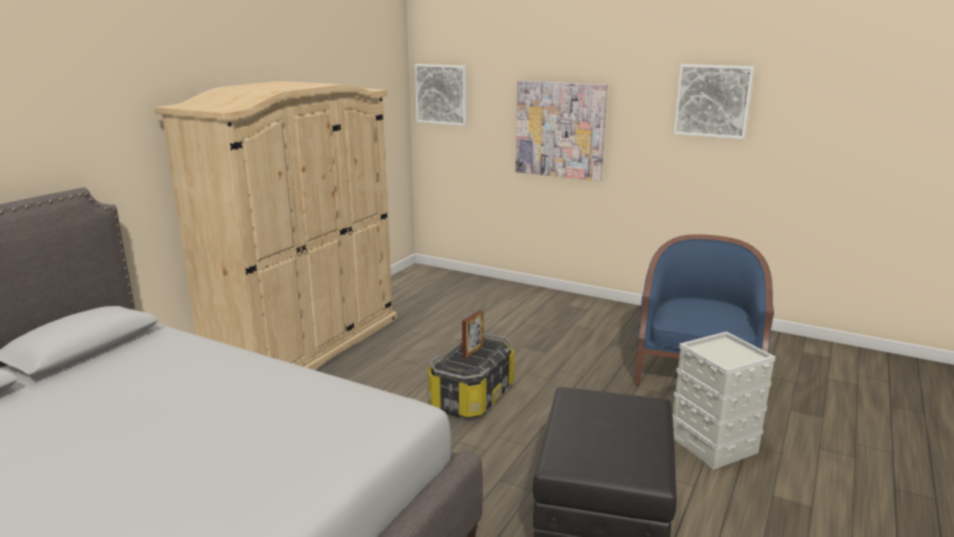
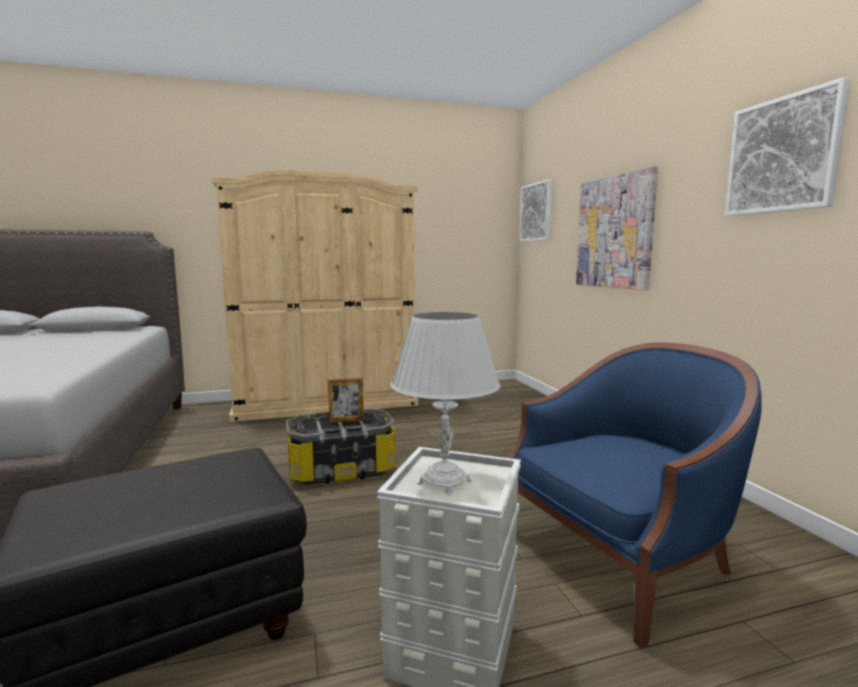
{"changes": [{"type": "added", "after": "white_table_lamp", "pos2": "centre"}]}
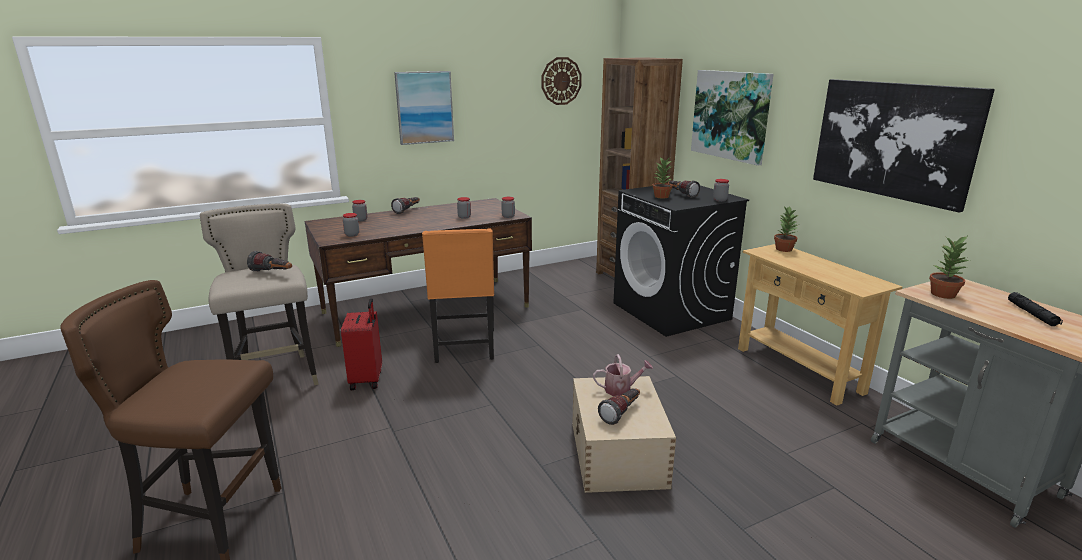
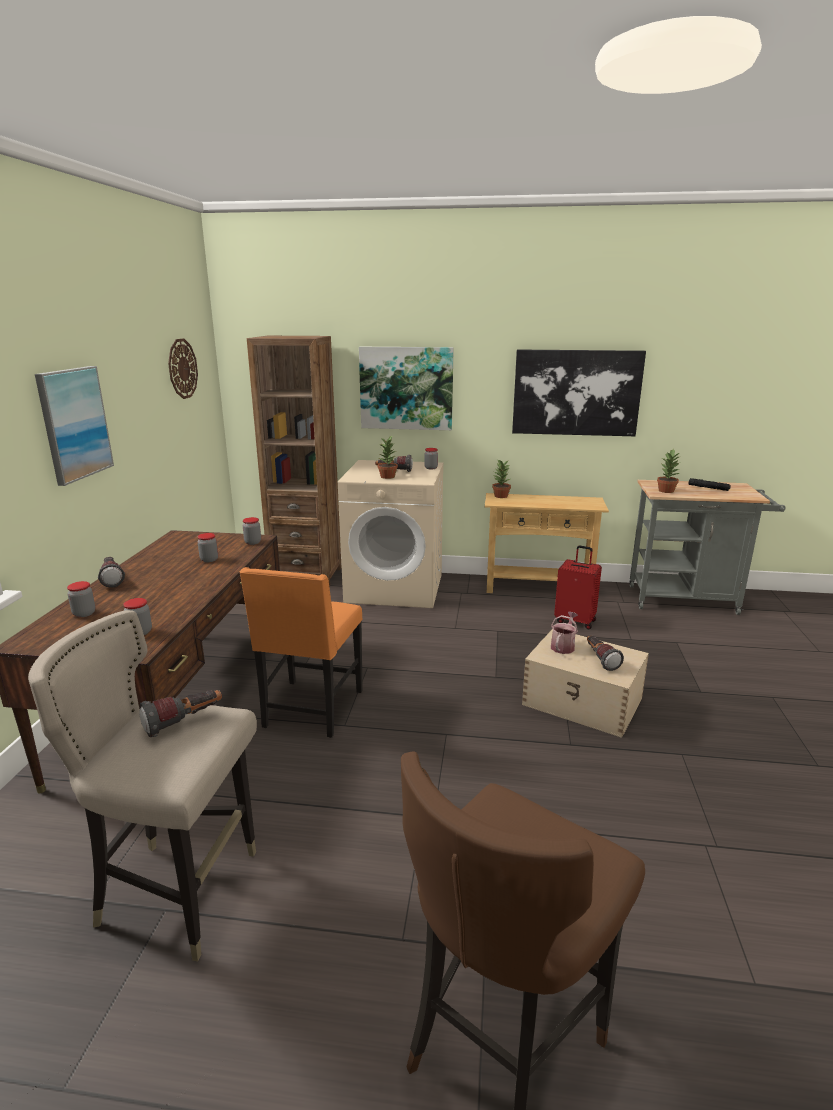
{"changes": [{"type": "moved", "before": "red_suitcase", "pos1": "centre", "pos2": "middle right"}, {"type": "turned", "before": "orange_chair", "pos1": "centre", "pos2": "centre", "turn": 75}, {"type": "recoloured", "before": "black_washing_machine", "after": "beige_washing_machine", "pos1": "centre", "pos2": "centre"}]}
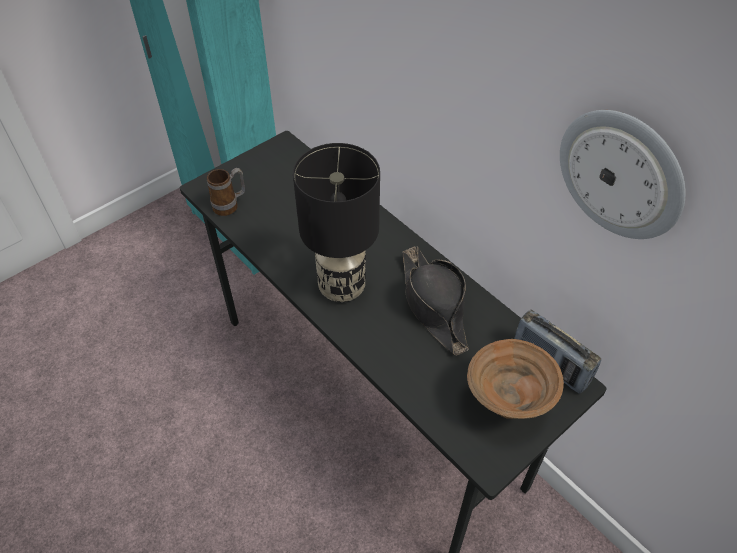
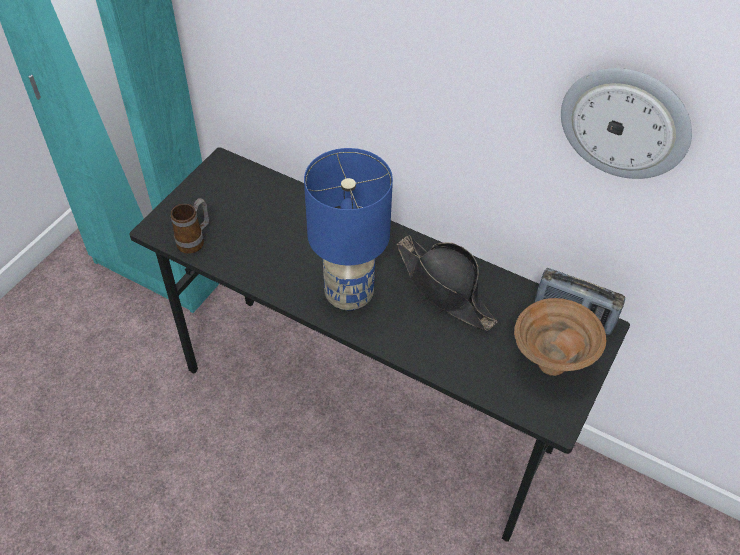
{"changes": [{"type": "recoloured", "before": "black_table_lamp", "after": "blue_table_lamp", "pos1": "centre", "pos2": "centre"}]}
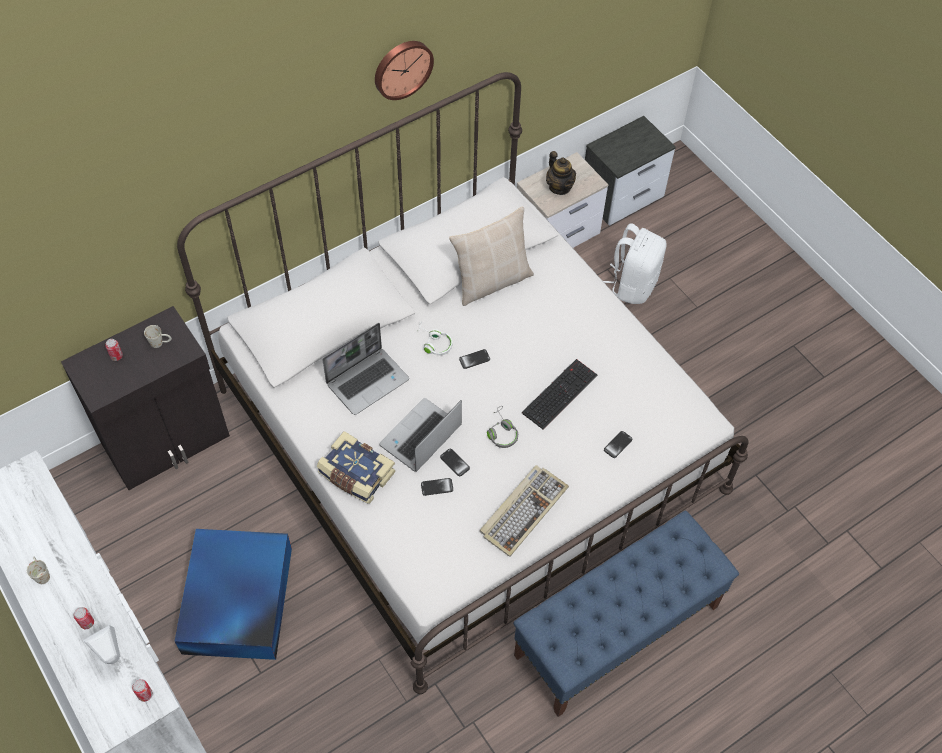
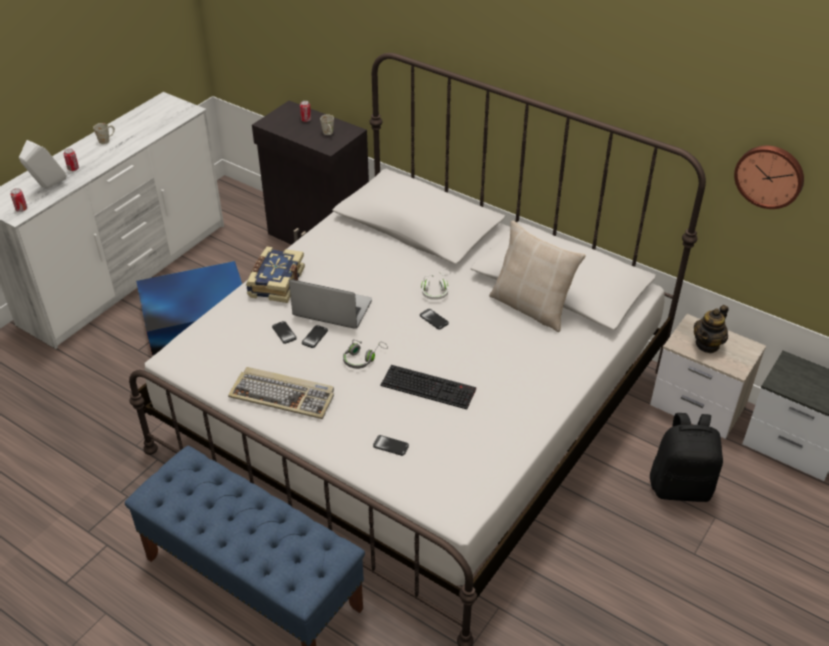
{"changes": [{"type": "removed", "before": "laptop (1st from left)", "pos1": "centre"}, {"type": "moved", "before": "wall_clock", "pos1": "top centre", "pos2": "top right"}, {"type": "recoloured", "before": "white_backpack", "after": "black_backpack", "pos1": "middle right", "pos2": "bottom right"}]}
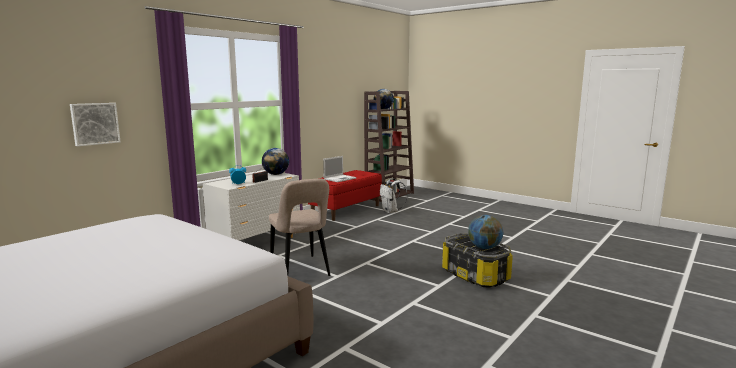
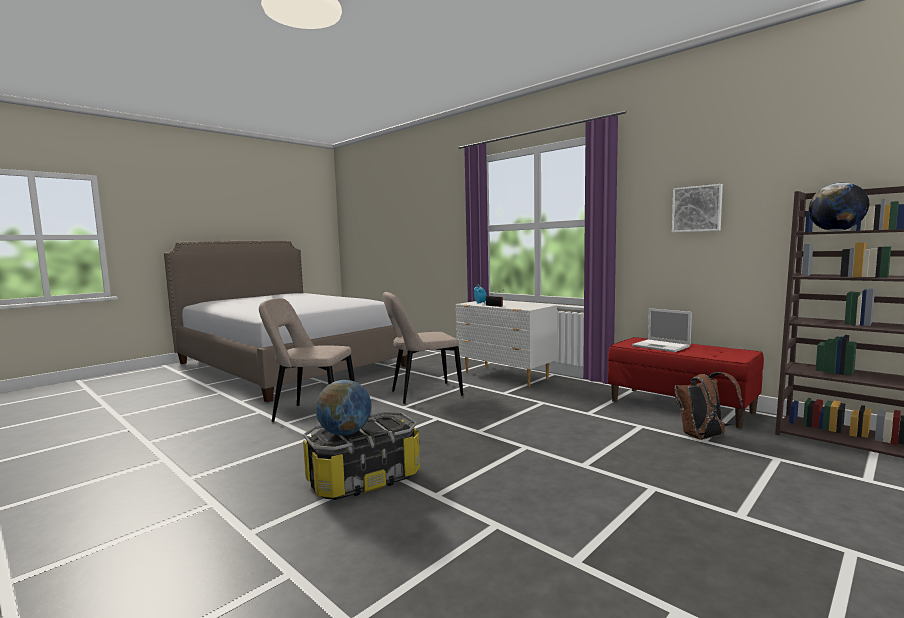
{"changes": [{"type": "moved", "before": "picture", "pos1": "middle left", "pos2": "middle right"}, {"type": "removed", "before": "globe (1st from left)", "pos1": "centre"}, {"type": "recoloured", "before": "white_backpack", "after": "brown_backpack", "pos1": "centre", "pos2": "middle right"}, {"type": "added", "after": "beige_chair (1st from left)", "pos2": "centre"}]}
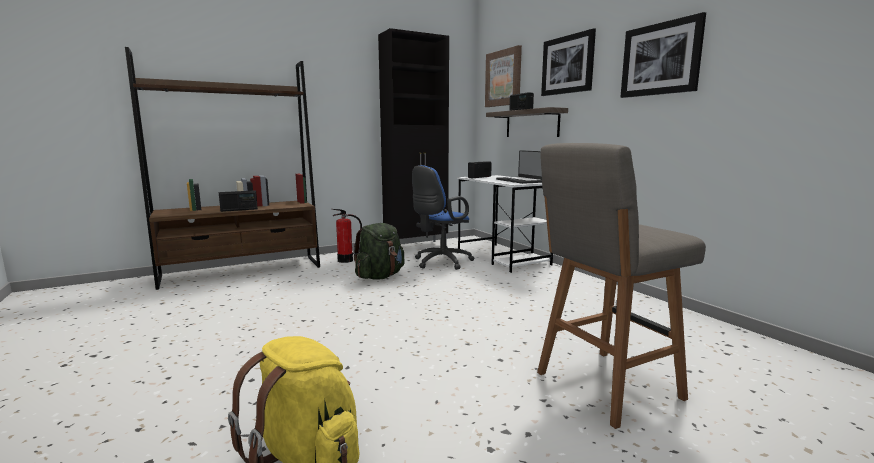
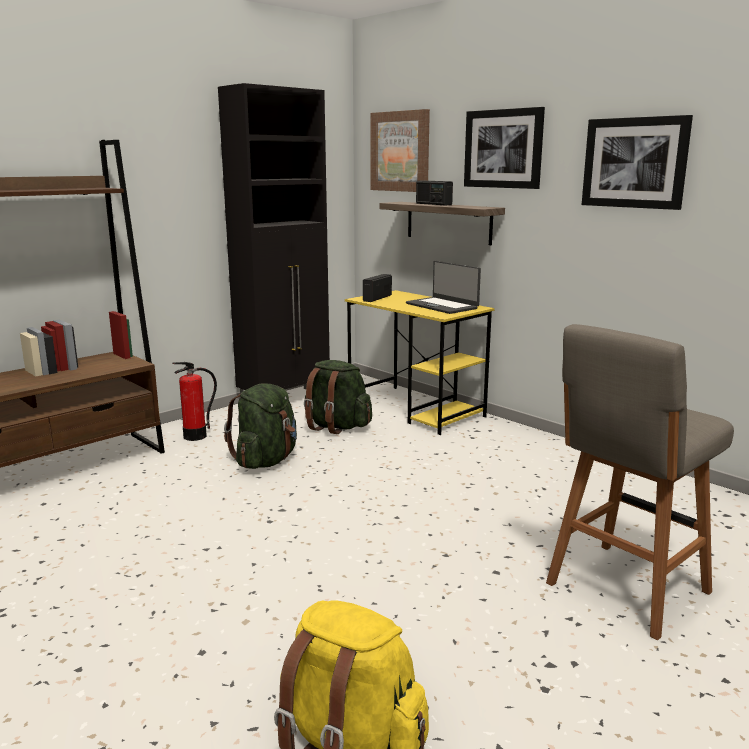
{"changes": [{"type": "removed", "before": "radio (1st from left)", "pos1": "middle left"}, {"type": "replaced", "before": "blue_office_chair", "after": "green_backpack (2nd from left)", "pos1": "centre", "pos2": "centre"}, {"type": "recoloured", "before": "white_desk", "after": "yellow_desk", "pos1": "centre", "pos2": "centre"}]}
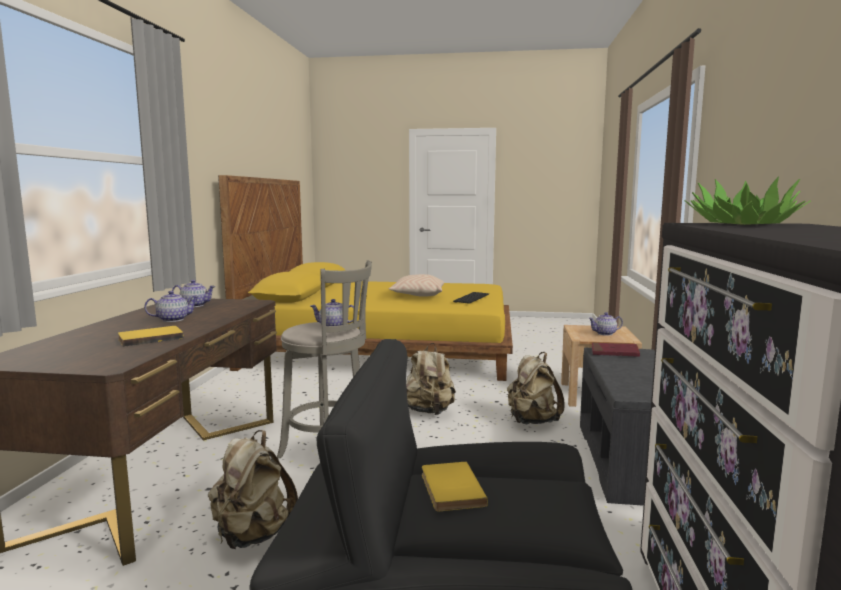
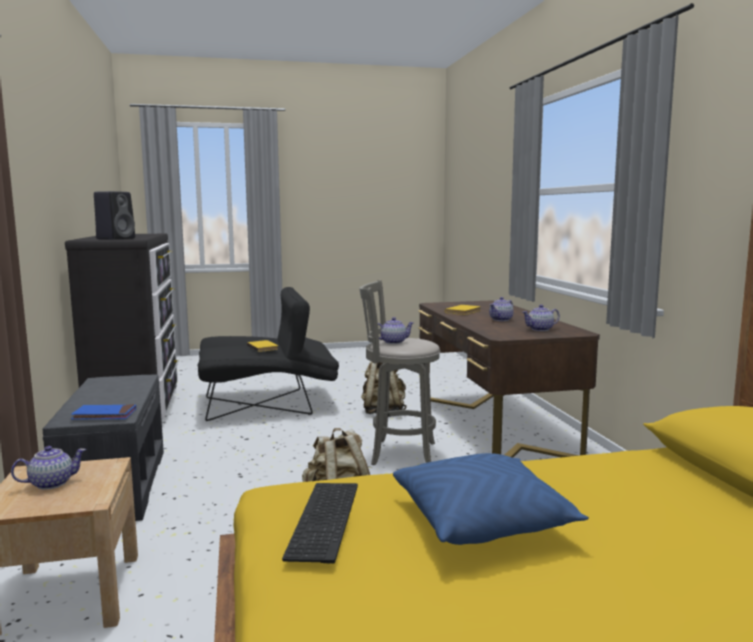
{"changes": [{"type": "recoloured", "before": "beige_pillow", "after": "blue_pillow", "pos1": "centre", "pos2": "bottom centre"}, {"type": "removed", "before": "beige_backpack (3rd from left)", "pos1": "centre"}, {"type": "recoloured", "before": "red_book", "after": "blue_book", "pos1": "middle right", "pos2": "middle left"}, {"type": "replaced", "before": "potted_plant", "after": "black_speaker", "pos1": "middle right", "pos2": "middle left"}]}
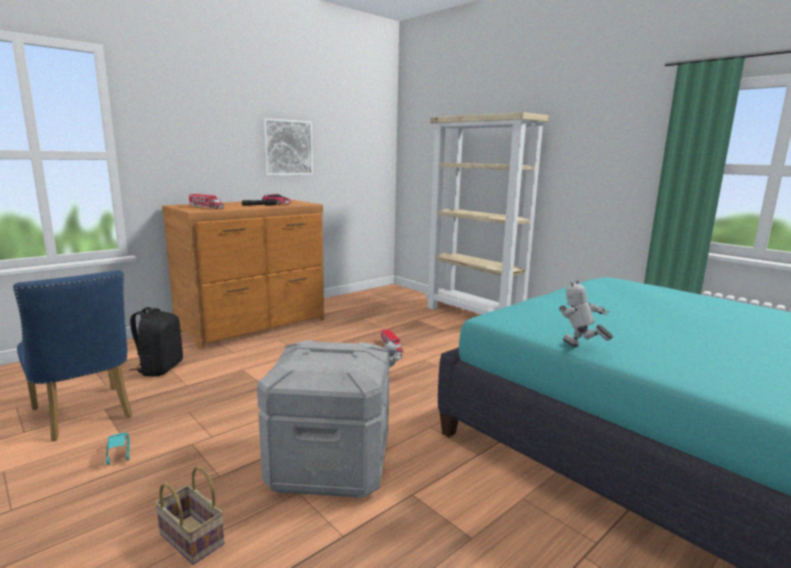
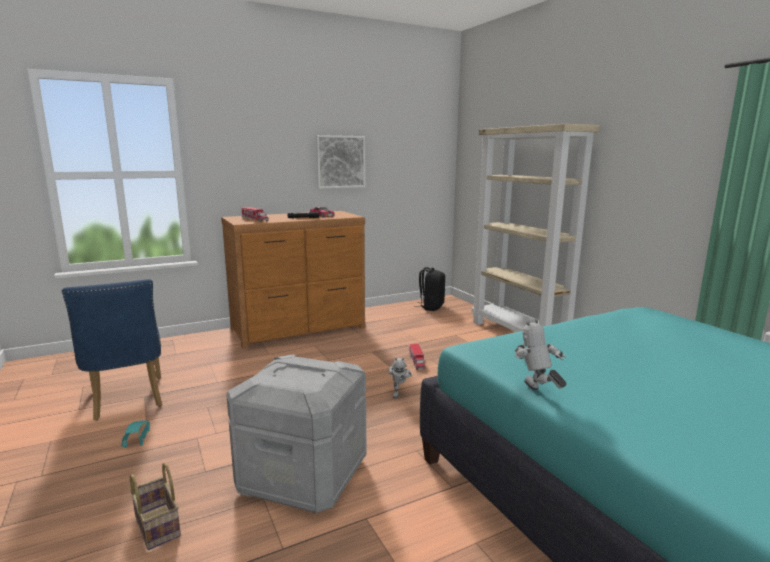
{"changes": [{"type": "moved", "before": "black_backpack", "pos1": "middle left", "pos2": "centre"}]}
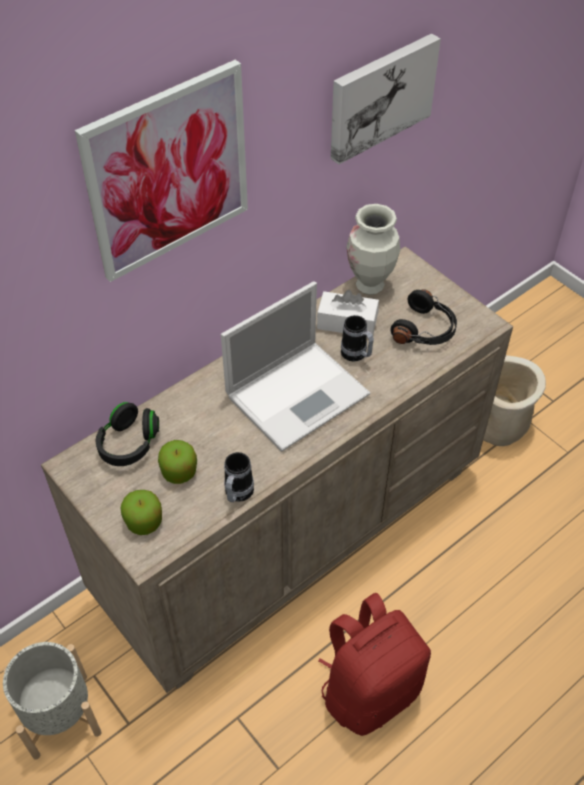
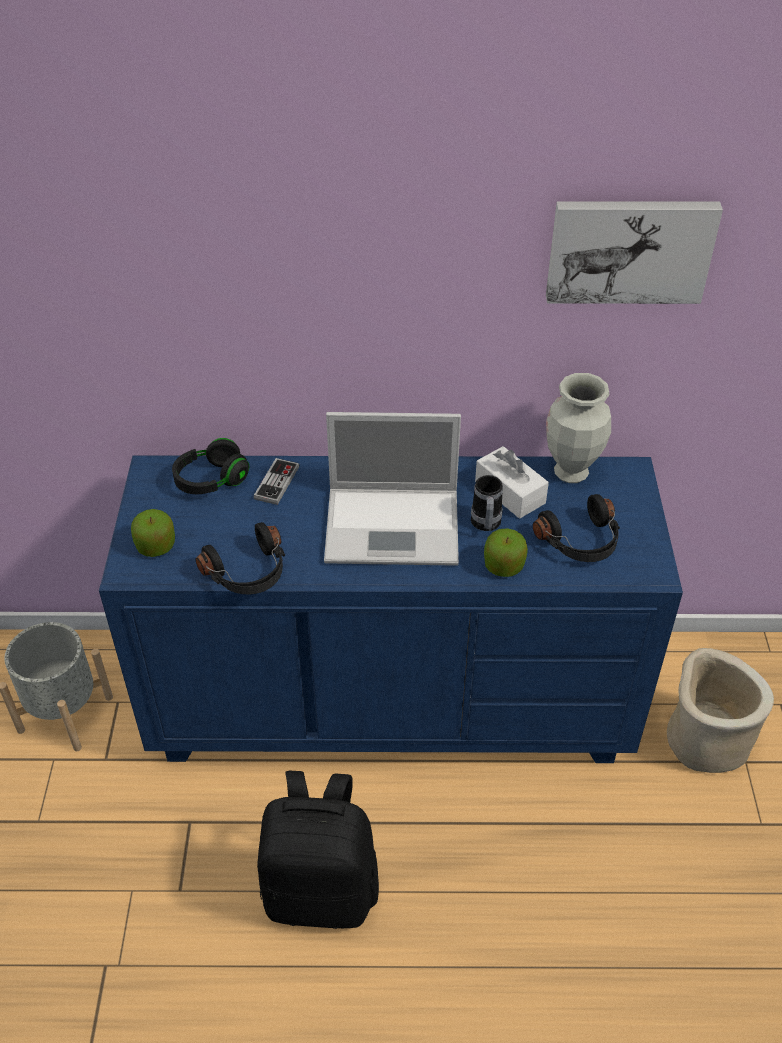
{"changes": [{"type": "recoloured", "before": "beige_dresser", "after": "blue_dresser", "pos1": "centre", "pos2": "centre"}, {"type": "removed", "before": "picture (1st from left)", "pos1": "top left"}, {"type": "moved", "before": "apple (2nd from left)", "pos1": "middle left", "pos2": "centre"}, {"type": "replaced", "before": "mug (1st from left)", "after": "black_headphones (2nd from left)", "pos1": "centre", "pos2": "middle left"}, {"type": "recoloured", "before": "red_backpack", "after": "black_backpack", "pos1": "bottom centre", "pos2": "bottom centre"}, {"type": "added", "after": "game_controller", "pos2": "centre"}]}
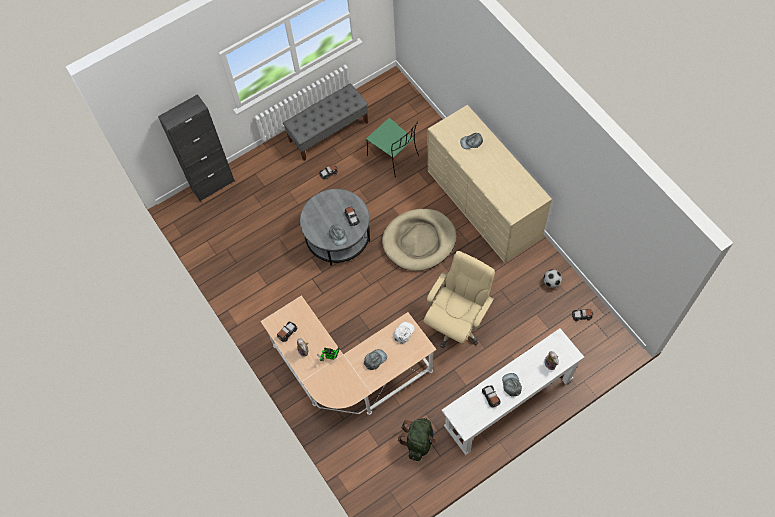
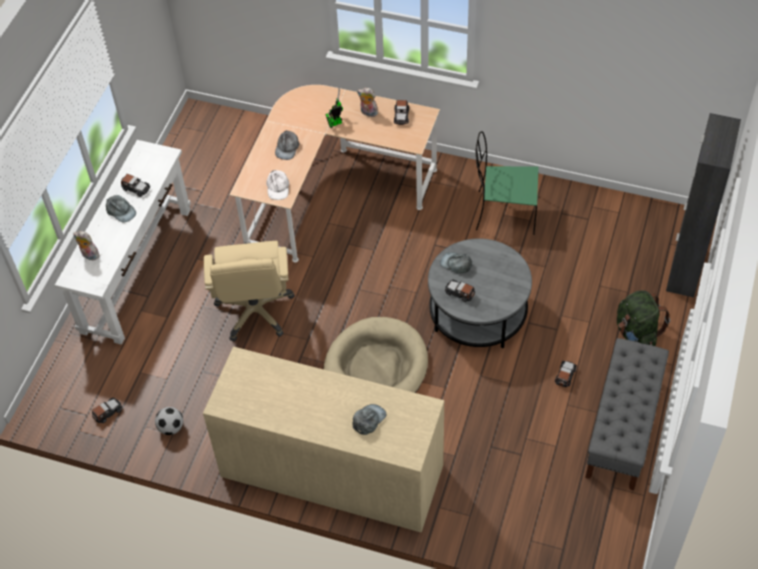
{"changes": [{"type": "moved", "before": "green_chair", "pos1": "top centre", "pos2": "top right"}, {"type": "moved", "before": "green_backpack", "pos1": "bottom centre", "pos2": "middle right"}]}
